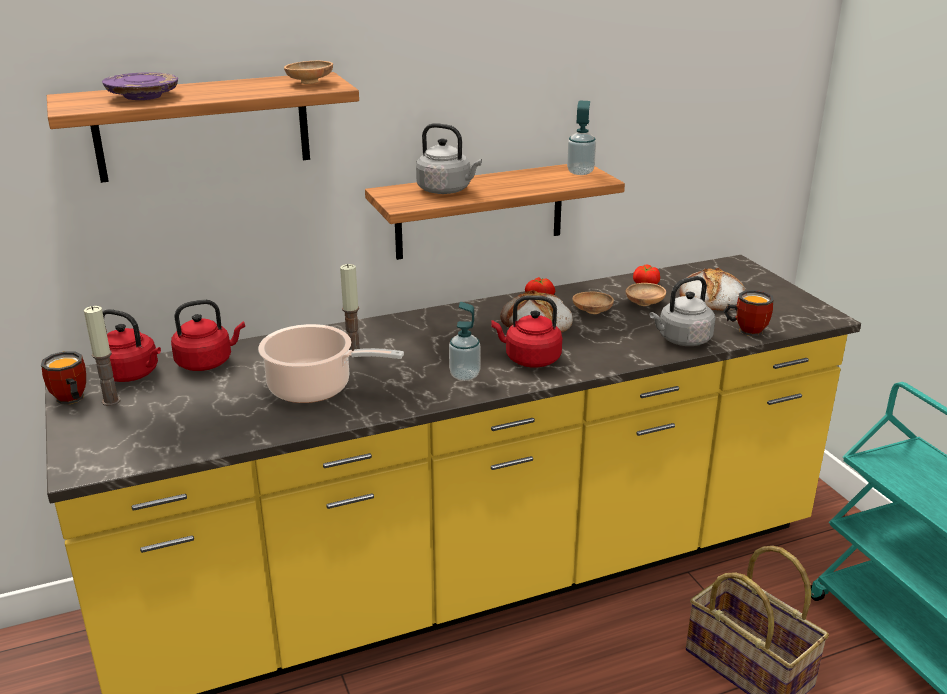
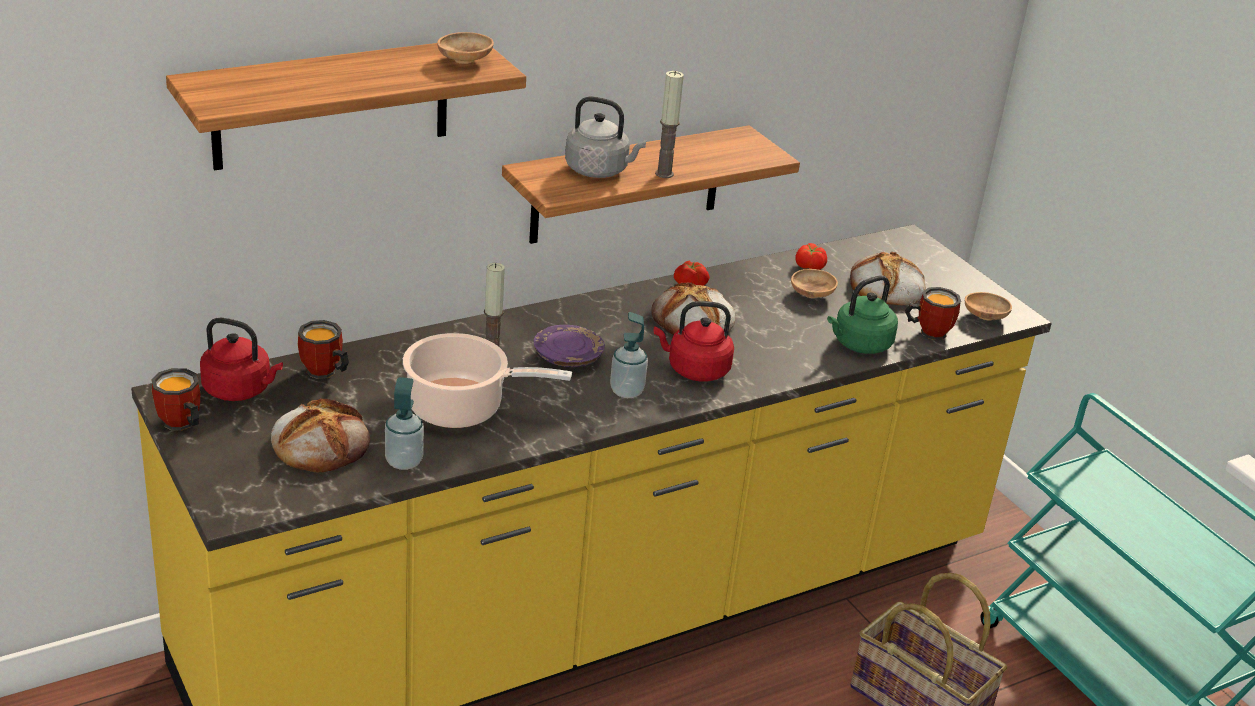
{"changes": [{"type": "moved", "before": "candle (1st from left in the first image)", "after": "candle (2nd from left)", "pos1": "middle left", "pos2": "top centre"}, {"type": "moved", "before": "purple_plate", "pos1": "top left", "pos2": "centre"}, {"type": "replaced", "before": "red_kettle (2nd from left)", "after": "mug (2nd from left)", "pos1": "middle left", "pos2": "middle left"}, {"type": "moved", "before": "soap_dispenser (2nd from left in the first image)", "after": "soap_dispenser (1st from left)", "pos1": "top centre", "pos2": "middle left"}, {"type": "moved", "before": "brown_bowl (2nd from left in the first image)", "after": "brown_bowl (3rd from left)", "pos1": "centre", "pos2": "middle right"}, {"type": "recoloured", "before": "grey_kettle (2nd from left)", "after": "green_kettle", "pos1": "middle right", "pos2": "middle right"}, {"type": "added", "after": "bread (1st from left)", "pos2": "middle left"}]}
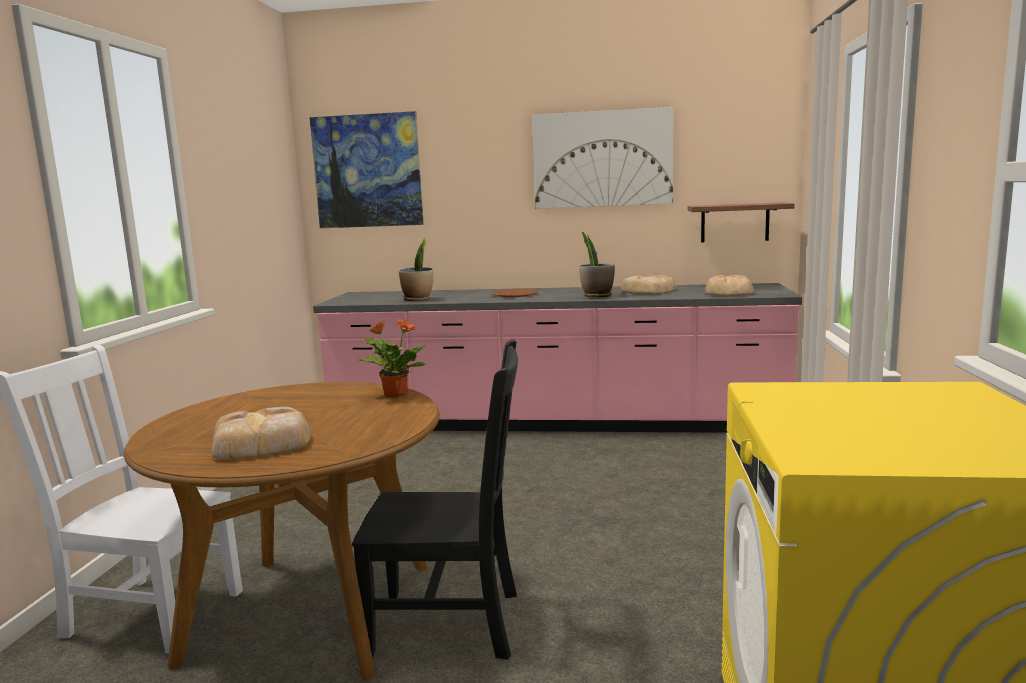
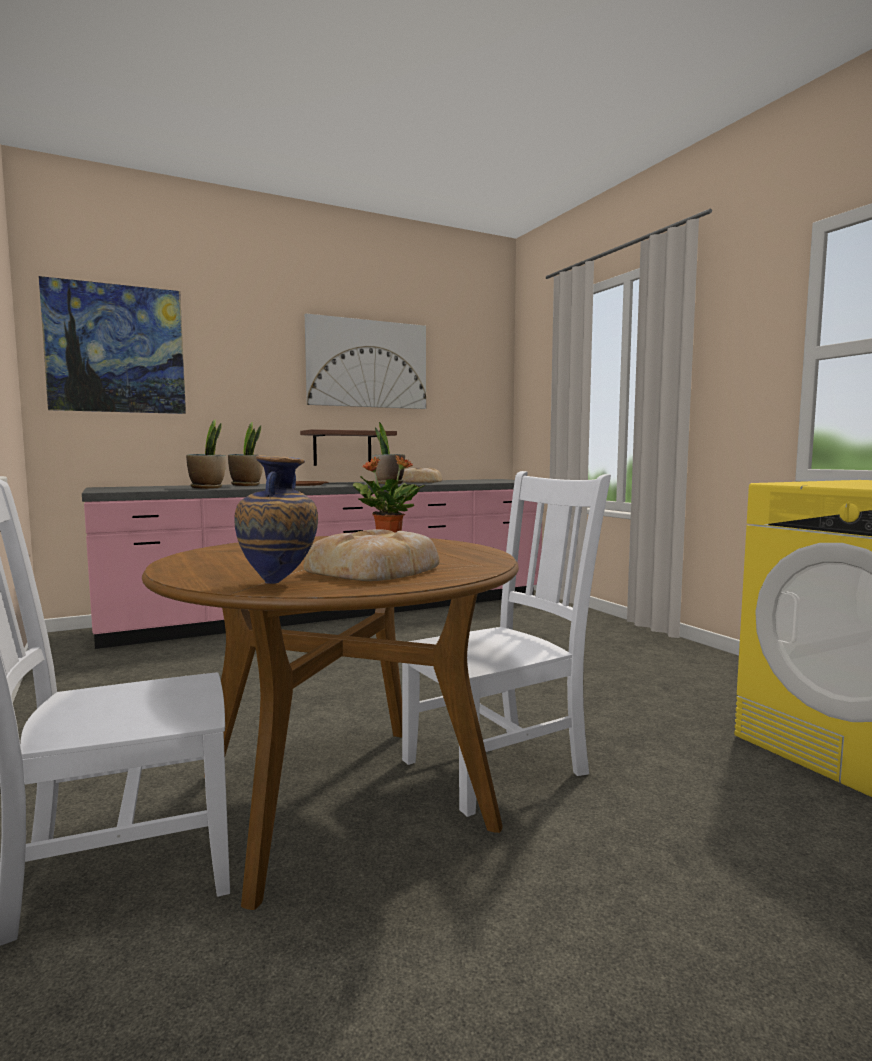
{"changes": [{"type": "recoloured", "before": "black_chair", "after": "white_chair (2nd from left)", "pos1": "bottom centre", "pos2": "centre"}, {"type": "moved", "before": "shelf", "pos1": "top right", "pos2": "centre"}, {"type": "removed", "before": "bread (3rd from left)", "pos1": "middle right"}, {"type": "added", "after": "potted_plant (2nd from left)", "pos2": "middle left"}, {"type": "added", "after": "vase", "pos2": "middle left"}]}
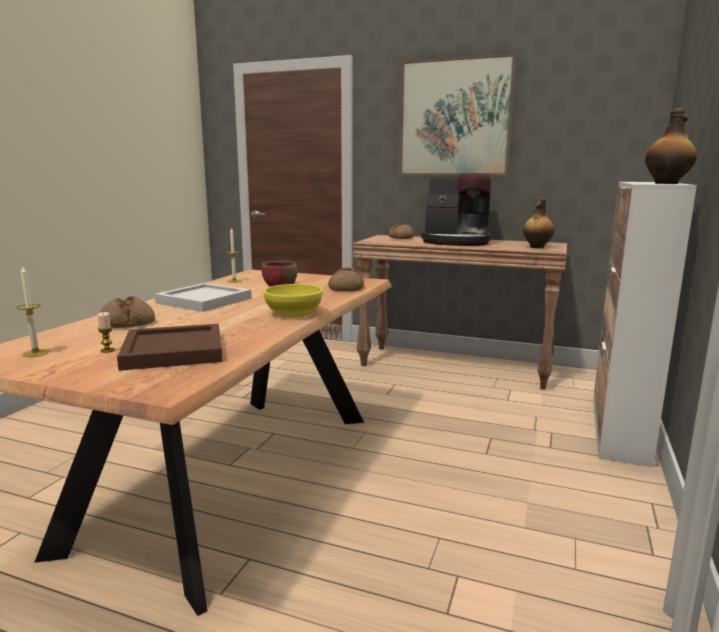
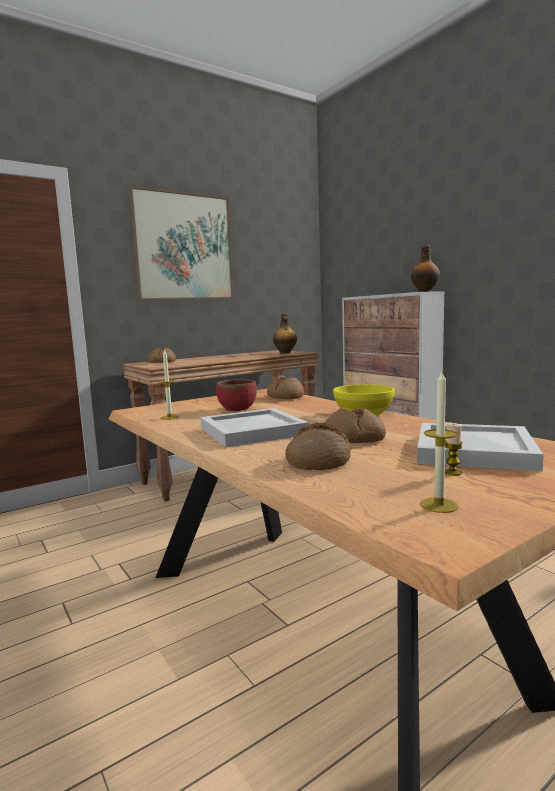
{"changes": [{"type": "recoloured", "before": "brown_tray", "after": "white_tray (2nd from left)", "pos1": "middle left", "pos2": "middle right"}, {"type": "removed", "before": "coffee_machine", "pos1": "top centre"}, {"type": "added", "after": "bread (4th from left)", "pos2": "centre"}]}
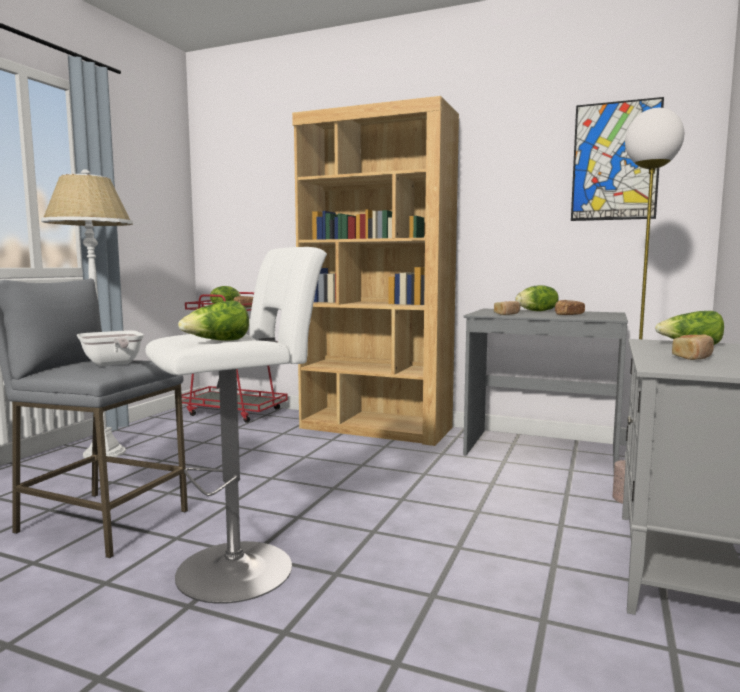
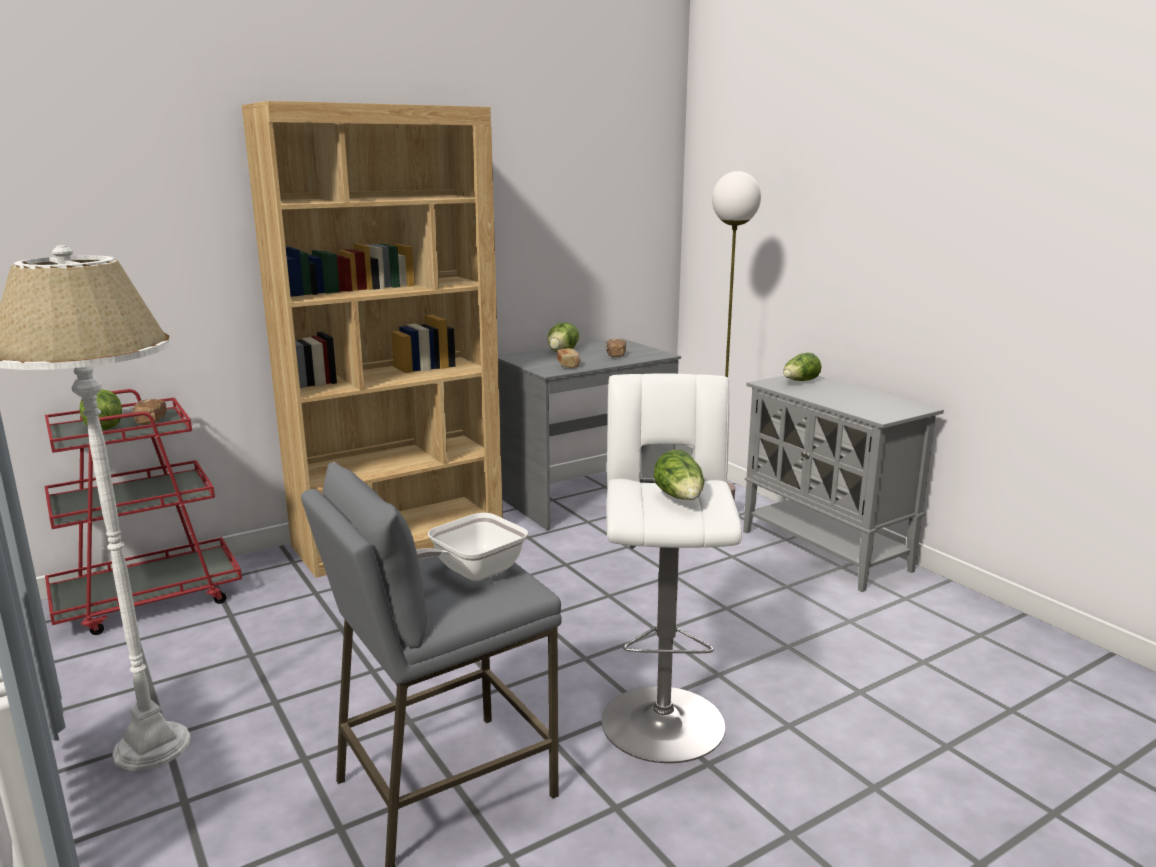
{"changes": [{"type": "turned", "before": "frying_pan", "pos1": "middle left", "pos2": "centre", "turn": 135}, {"type": "removed", "before": "picture", "pos1": "top right"}, {"type": "removed", "before": "bread (4th from left)", "pos1": "middle right"}]}
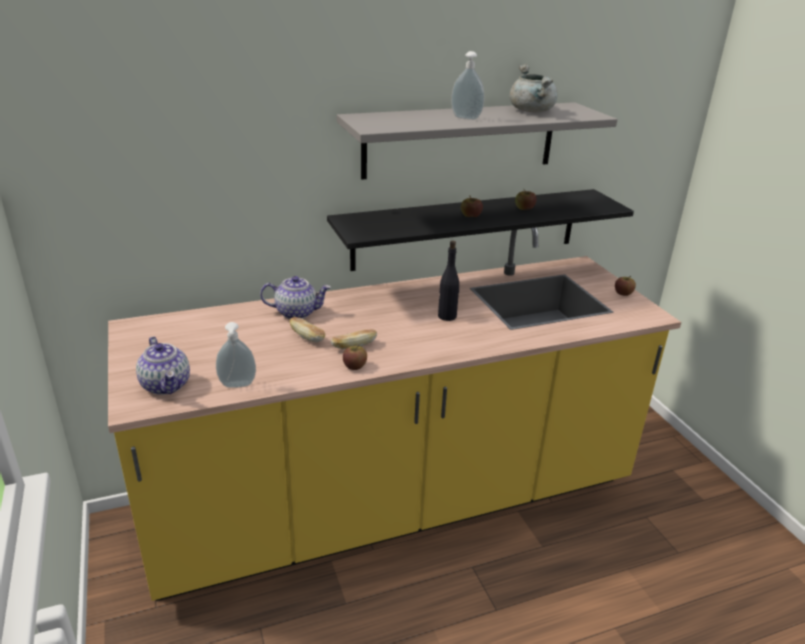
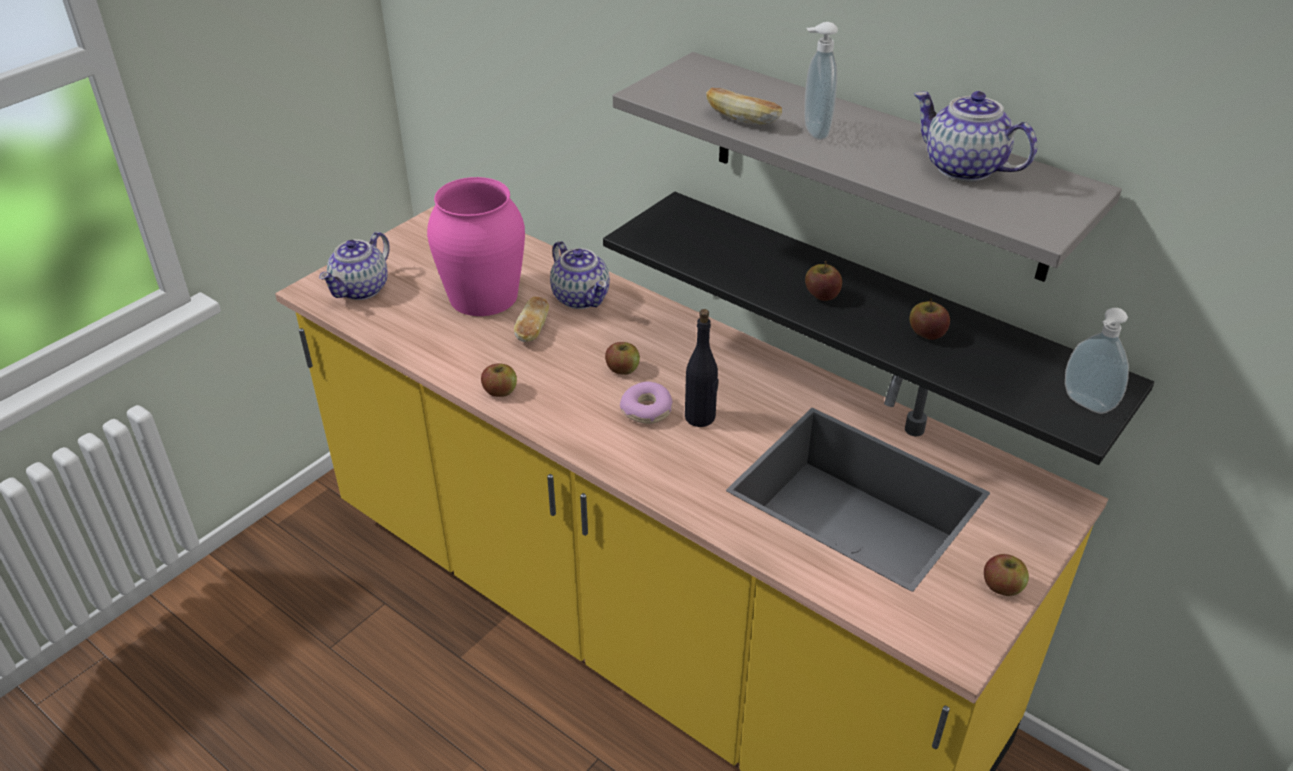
{"changes": [{"type": "moved", "before": "soap_dispenser (1st from left in the first image)", "after": "soap_dispenser (2nd from left)", "pos1": "middle left", "pos2": "middle right"}, {"type": "moved", "before": "bread (2nd from left)", "pos1": "centre", "pos2": "top centre"}, {"type": "replaced", "before": "grey_cooking_pot", "after": "teapot (3rd from left)", "pos1": "top centre", "pos2": "top right"}, {"type": "added", "after": "pink_vase", "pos2": "top centre"}, {"type": "added", "after": "apple (2nd from left)", "pos2": "centre"}, {"type": "added", "after": "donut", "pos2": "centre"}]}
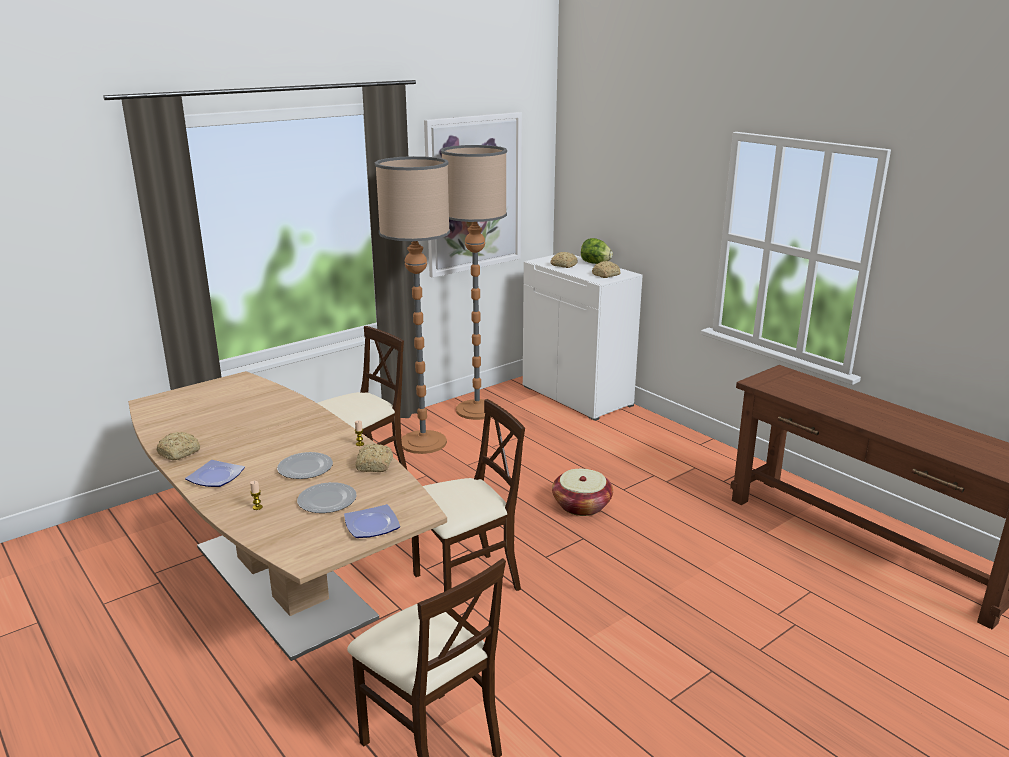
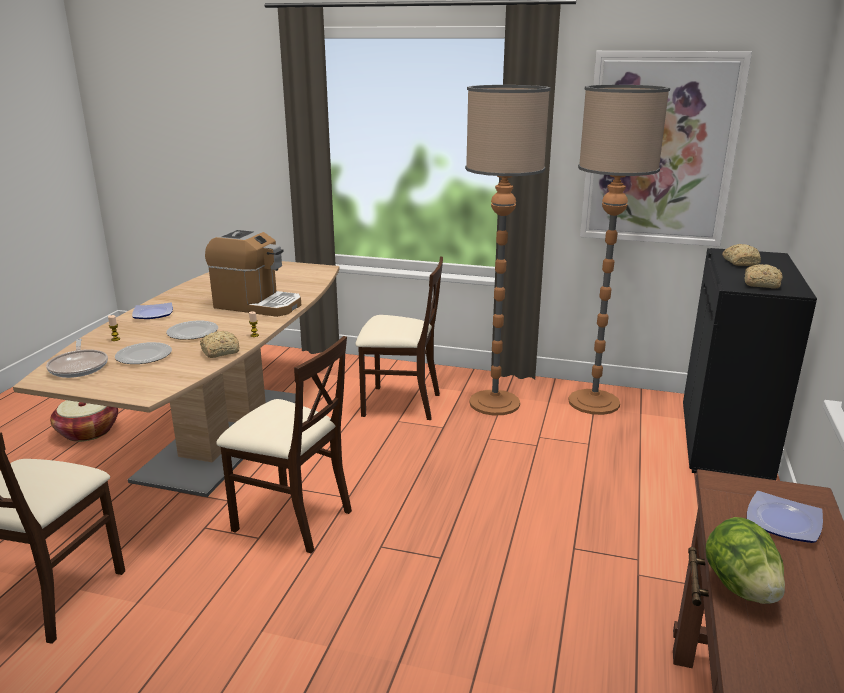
{"changes": [{"type": "removed", "before": "bread (1st from left)", "pos1": "middle left"}, {"type": "moved", "before": "plate (4th from left)", "pos1": "bottom centre", "pos2": "bottom right"}, {"type": "recoloured", "before": "white_cabinet", "after": "black_cabinet", "pos1": "centre", "pos2": "middle right"}, {"type": "moved", "before": "basket", "pos1": "centre", "pos2": "middle left"}, {"type": "moved", "before": "lettuce", "pos1": "top centre", "pos2": "bottom right"}, {"type": "added", "after": "frying_pan", "pos2": "middle left"}, {"type": "added", "after": "coffee_machine", "pos2": "middle left"}]}
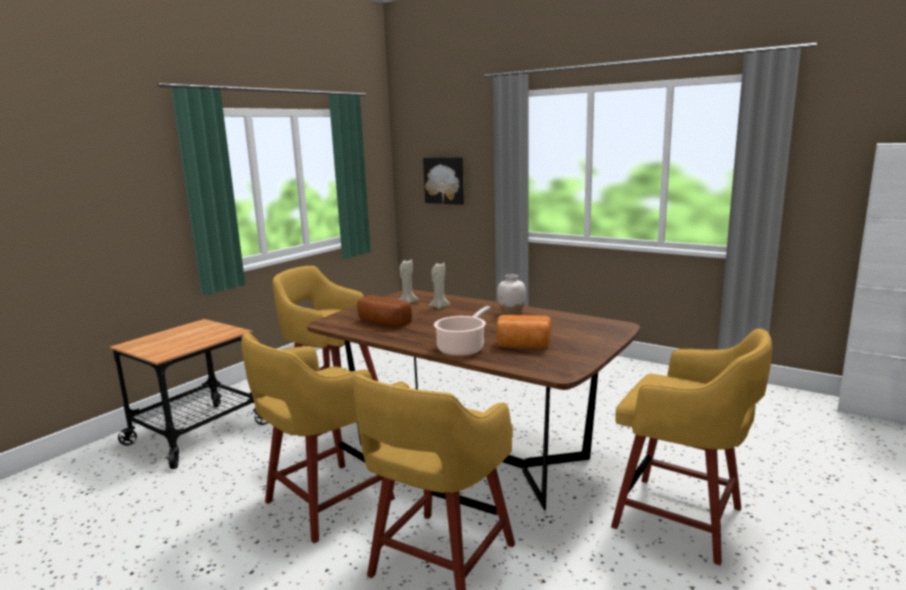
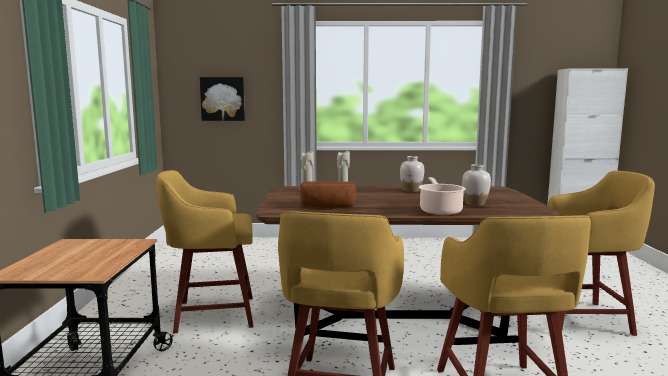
{"changes": [{"type": "replaced", "before": "bread (2nd from left)", "after": "white_vase (2nd from left)", "pos1": "centre", "pos2": "middle right"}]}
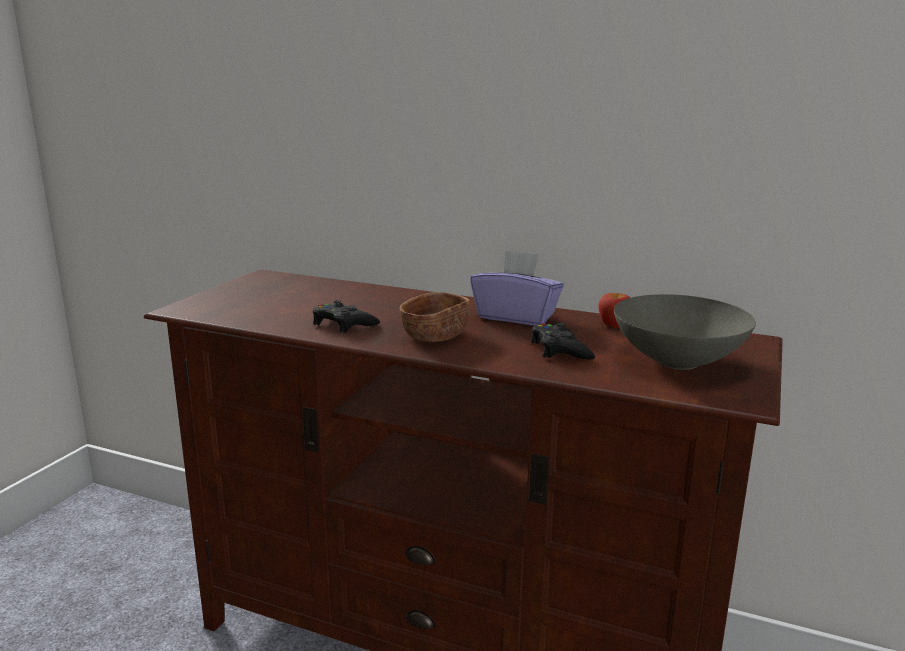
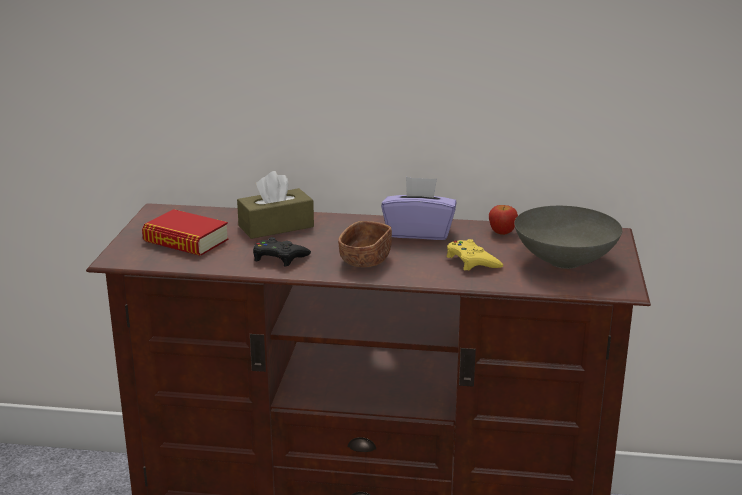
{"changes": [{"type": "recoloured", "before": "black_game_controller (2nd from left)", "after": "yellow_game_controller", "pos1": "centre", "pos2": "centre"}, {"type": "added", "after": "book", "pos2": "middle left"}, {"type": "added", "after": "brown_tissue_box", "pos2": "centre"}]}
